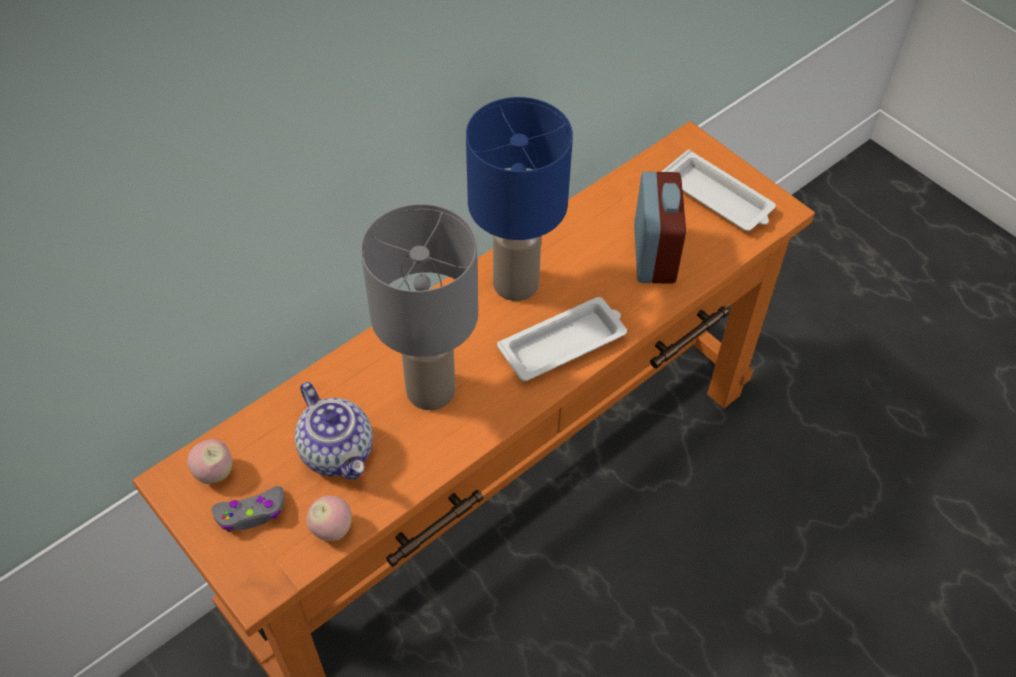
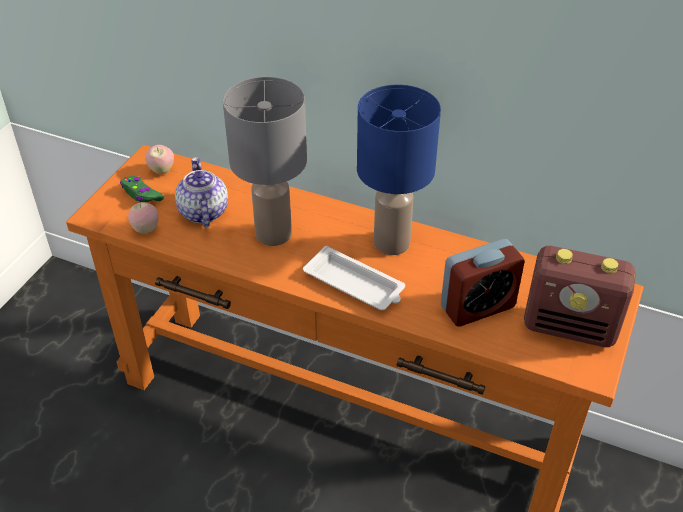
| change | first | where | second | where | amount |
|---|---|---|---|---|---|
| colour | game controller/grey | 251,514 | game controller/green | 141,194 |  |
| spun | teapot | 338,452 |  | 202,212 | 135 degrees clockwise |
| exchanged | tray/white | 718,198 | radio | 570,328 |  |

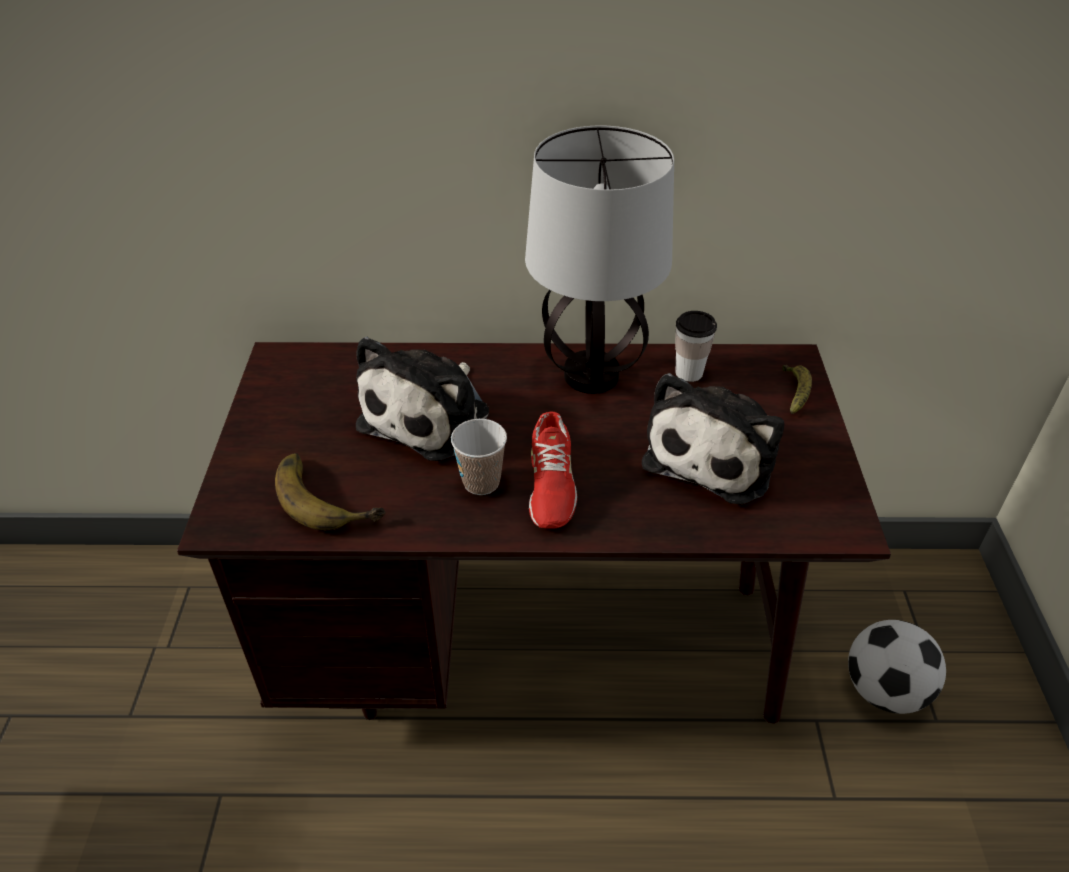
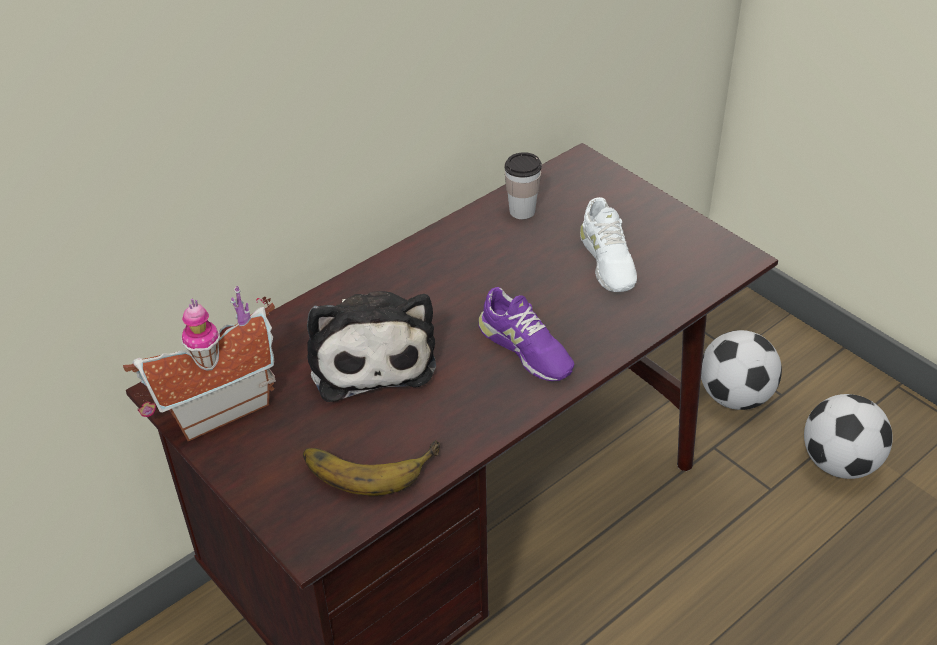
| change | first | where | second | where | amount |
|---|---|---|---|---|---|
| appeared |  |  | toy house | 215,406 |  |
| colour | shoe/red | 550,484 | shoe/purple | 525,349 |  |
| exchanged | plush toy | 714,454 | shoe/white | 607,260 |  |
| appeared |  |  | football | 839,463 |  |
| missing | cup | 481,482 |  |  |  |
| missing | table lamp | 593,376 |  |  |  |
| missing | banana | 795,393 |  |  |  |

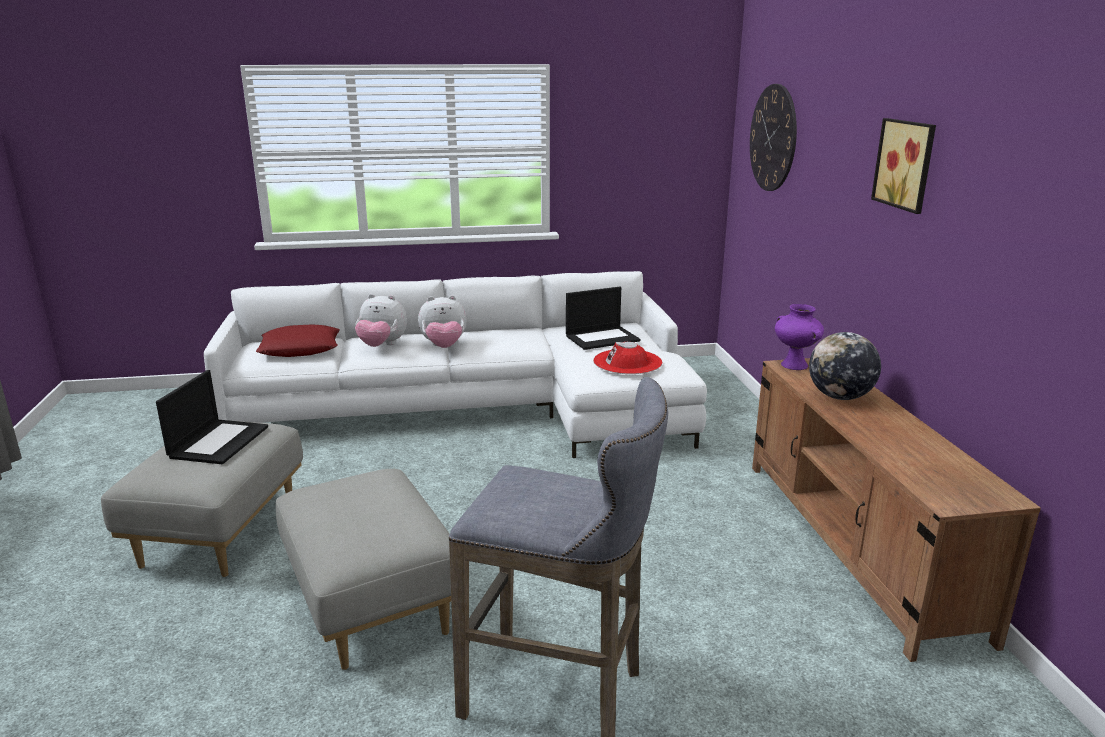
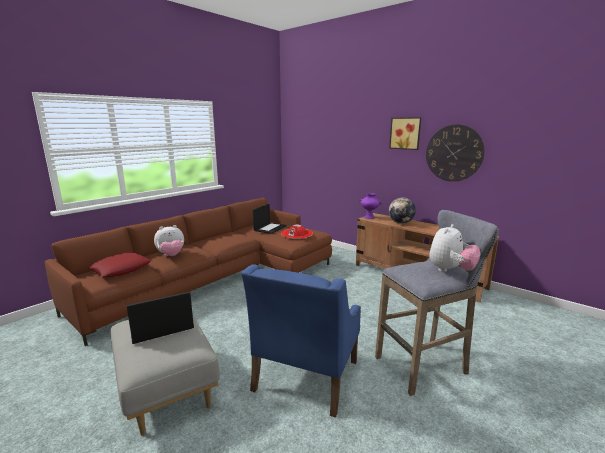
| change | first | where | second | where | amount |
|---|---|---|---|---|---|
| colour | sofa/white | 478,409 | sofa/brown | 218,278 |  |
| spun | laptop | 219,441 |  | 161,327 | 90 degrees counterclockwise |
| exchanged | ottoman/grey | 370,603 | armchair/blue | 305,376 |  |
| relocated | wall clock | 773,138 |  | 454,153 |  |
| relocated | plush toy | 444,347 |  | 450,270 |  |

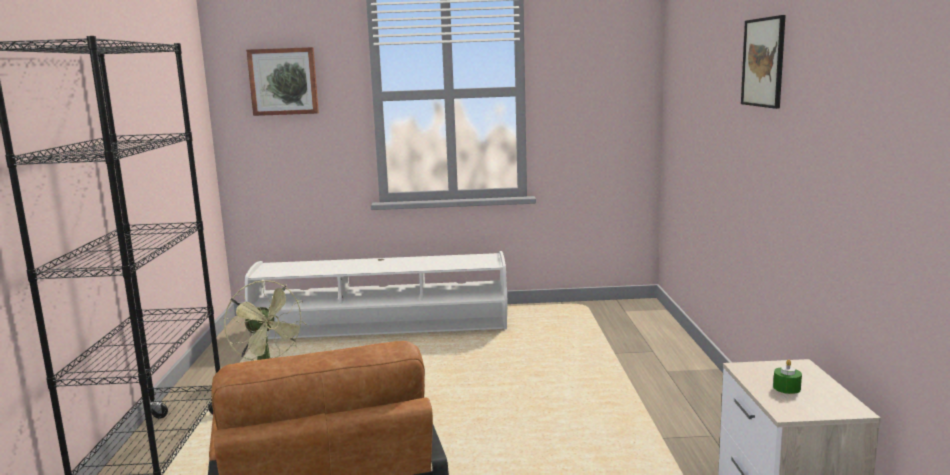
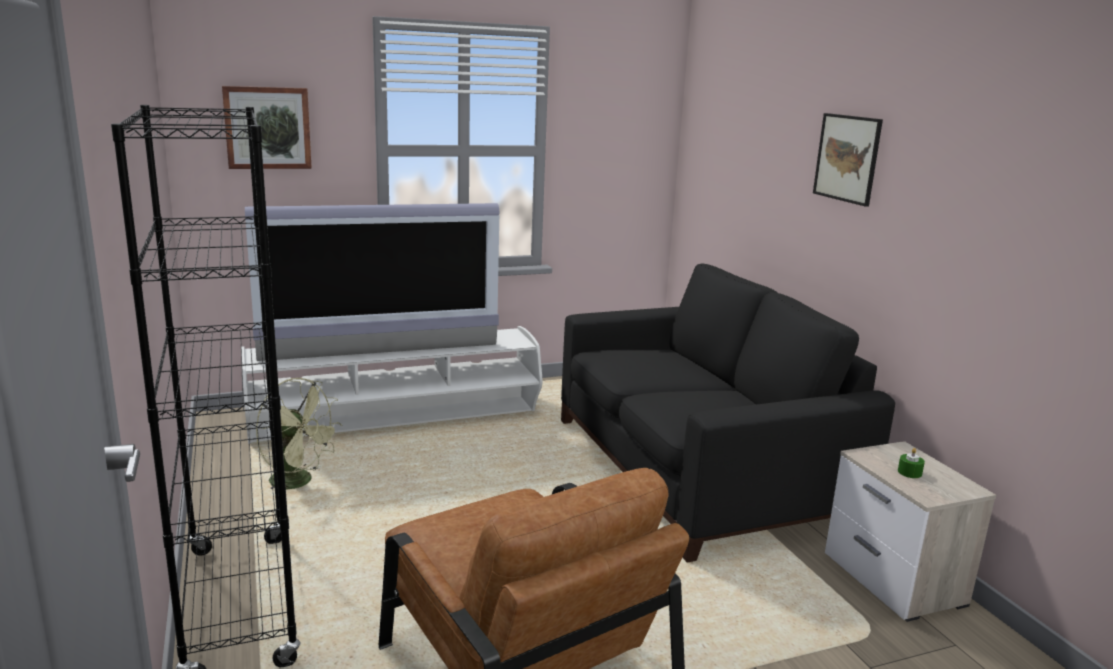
| change | first | where | second | where | amount |
|---|---|---|---|---|---|
| appeared |  |  | television | 381,353 |  |
| appeared |  |  | sofa/black | 695,469 |  |

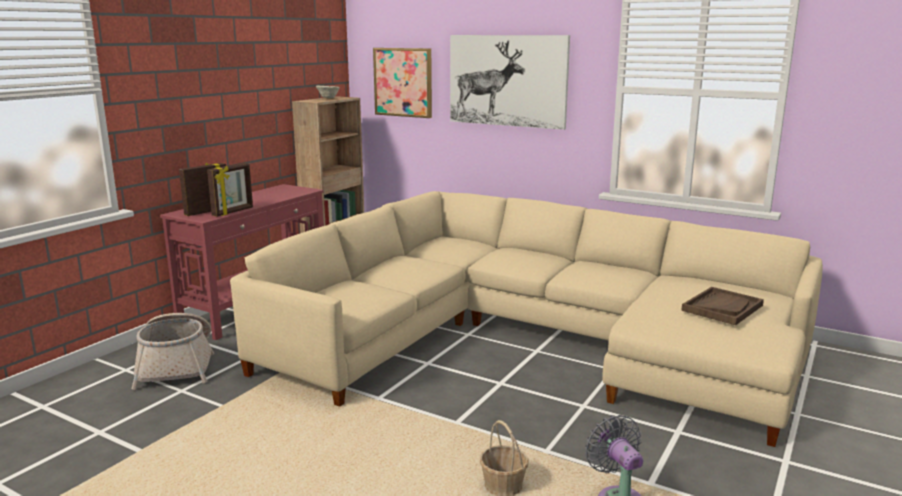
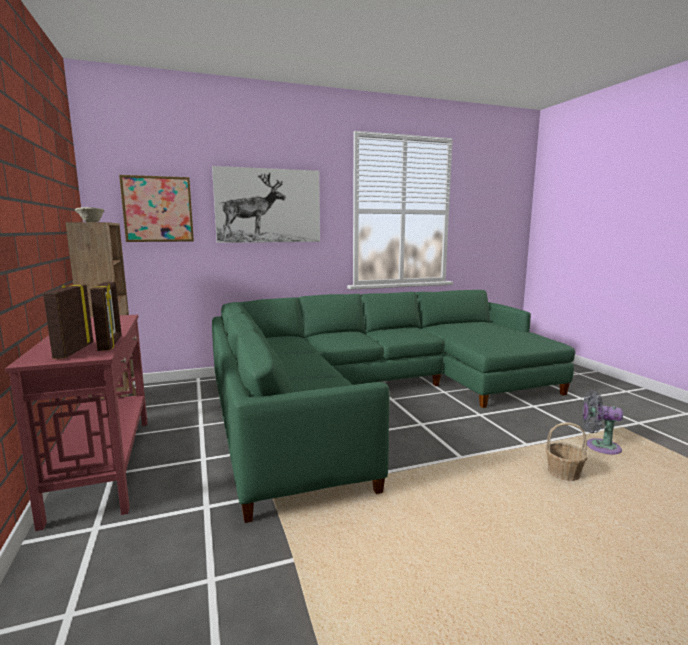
| change | first | where | second | where | amount |
|---|---|---|---|---|---|
| colour | sofa/beige | 530,341 | sofa/green | 375,395 |  |
| missing | basket | 177,365 |  |  |  |
| missing | tray/brown | 722,308 |  |  |  |

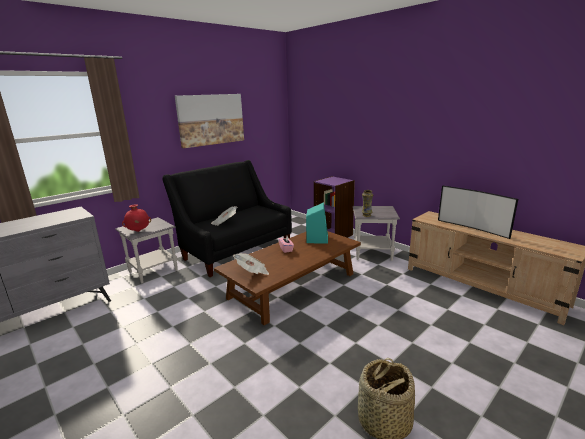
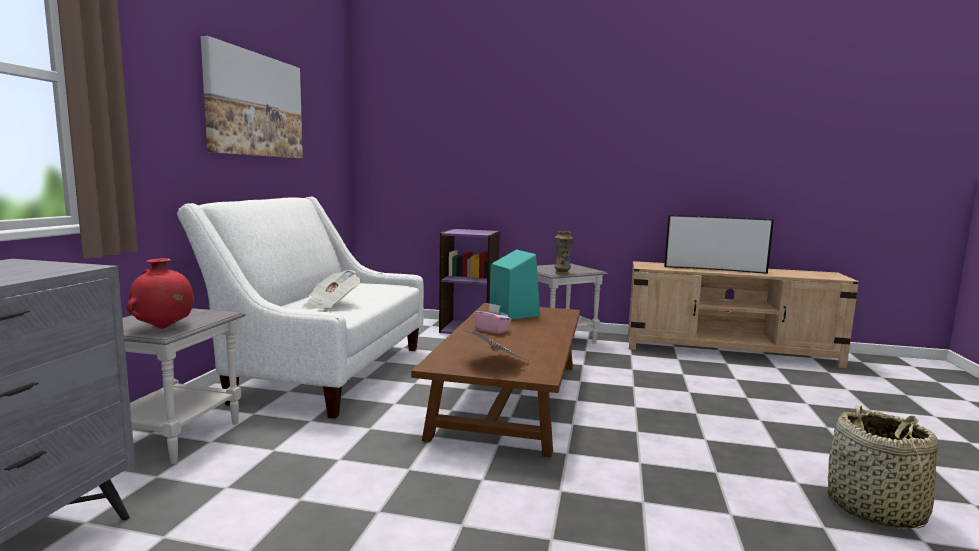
| change | first | where | second | where | amount |
|---|---|---|---|---|---|
| colour | sofa/black | 234,250 | sofa/white | 323,372 |  |

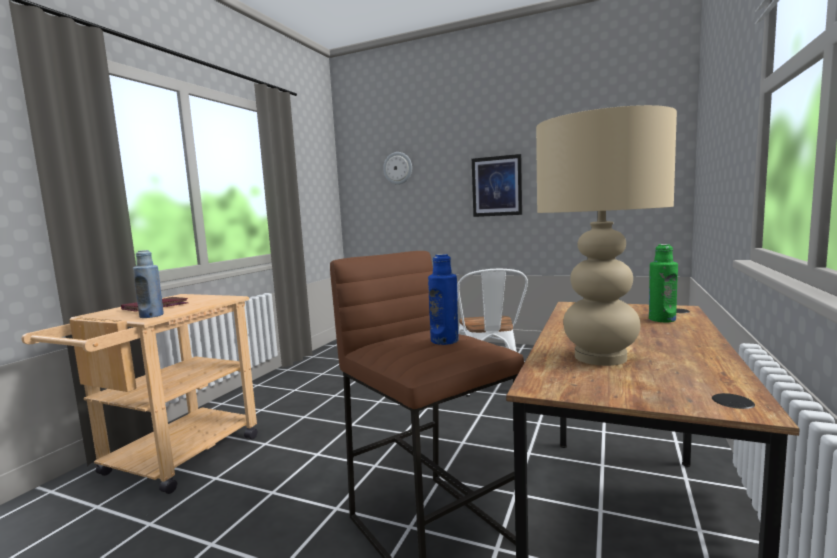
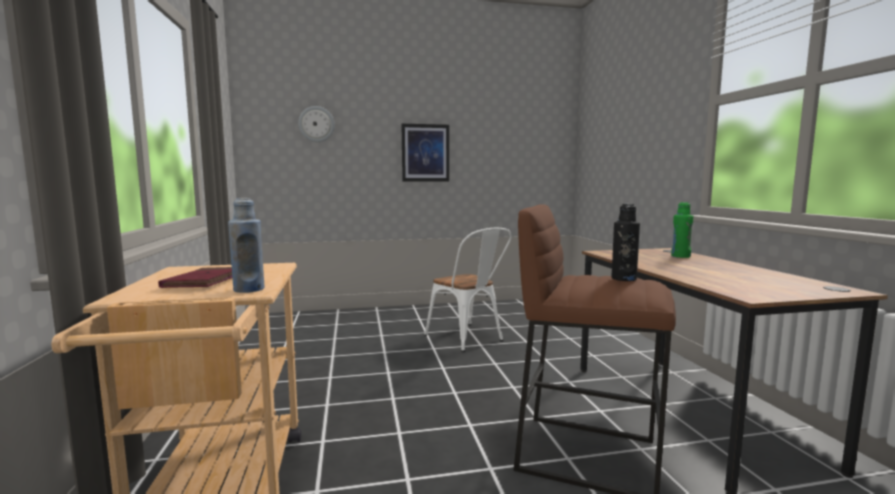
| change | first | where | second | where | amount |
|---|---|---|---|---|---|
| colour | bottle/blue | 444,341 | bottle/black | 623,278 |  |
| missing | table lamp/beige | 600,358 |  |  |  |

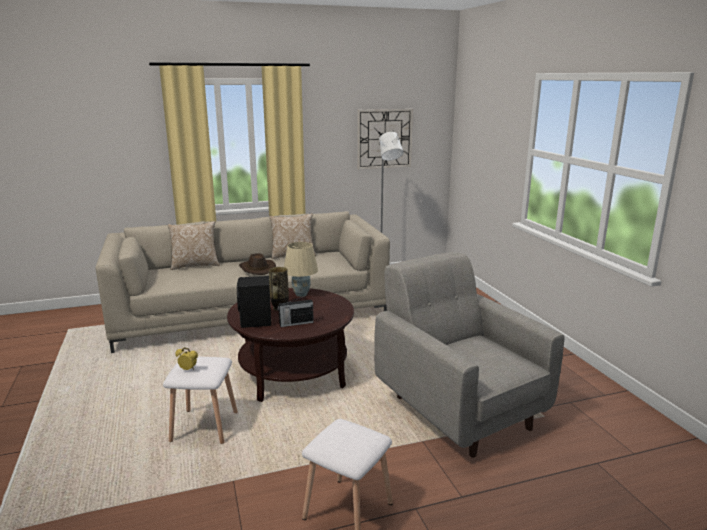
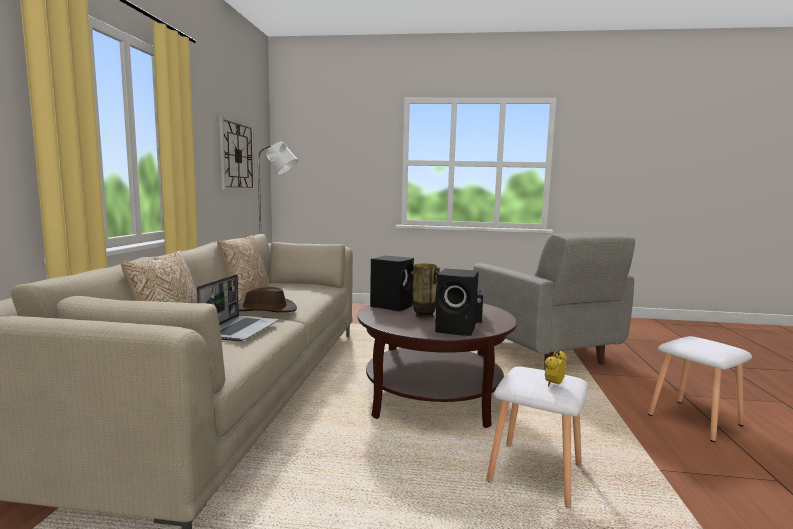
| change | first | where | second | where | amount |
|---|---|---|---|---|---|
| appeared |  |  | laptop | 240,329 |  |
| exchanged | table lamp/beige | 301,294 | speaker/black | 392,306 |  |
| spun | armchair/grey | 458,410 |  | 544,352 | 105 degrees counterclockwise |

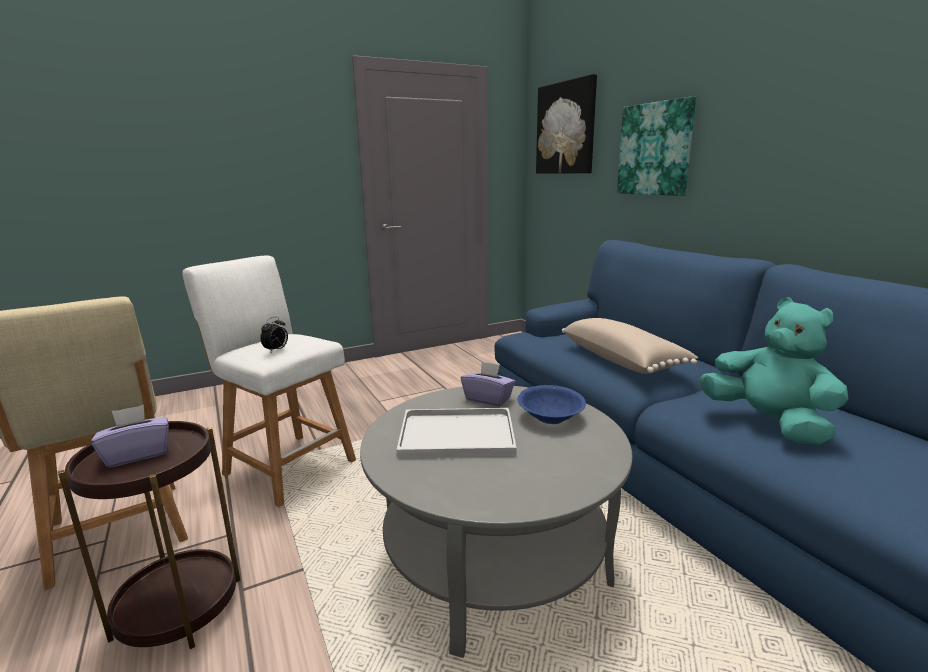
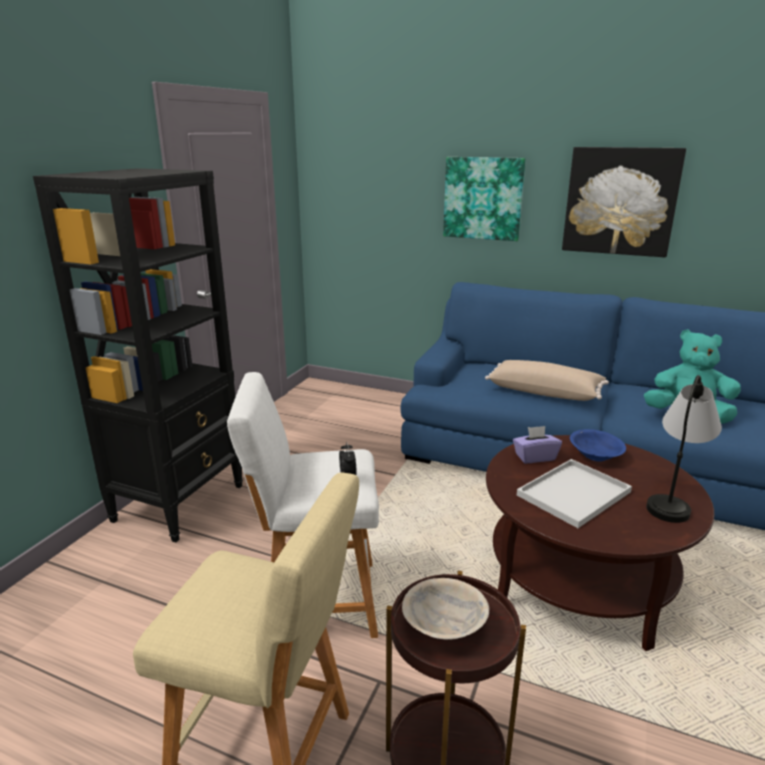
| change | first | where | second | where | amount |
|---|---|---|---|---|---|
| appeared |  |  | bookcase/black | 180,502 |  |
| exchanged | tissue box/purple | 137,454 | bowl/beige | 444,626 |  |
| colour | coffee table/grey | 494,558 | coffee table/brown | 579,580 |  |
| relocated | picture | 566,128 |  | 620,201 |  |
| appeared |  |  | table lamp | 674,498 |  |

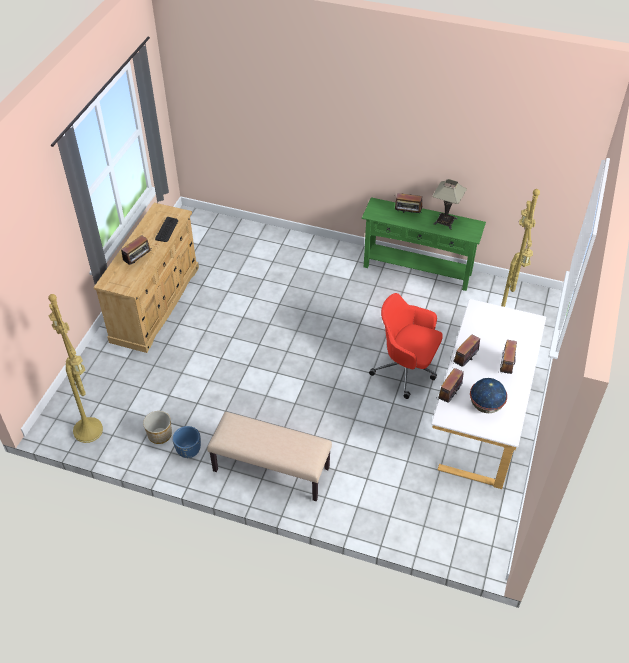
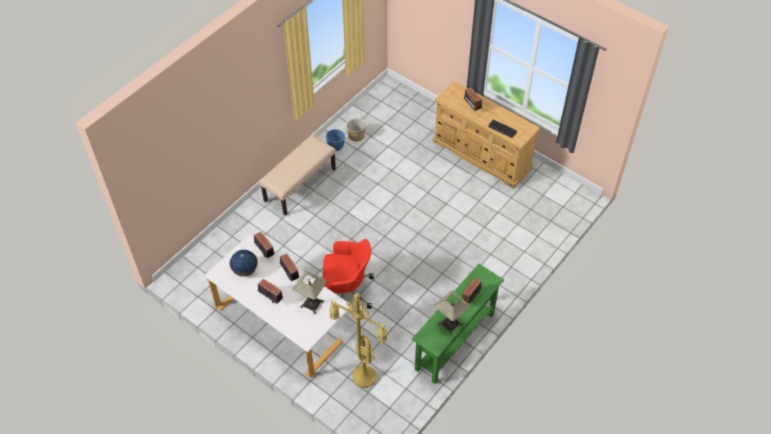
| change | first | where | second | where | amount |
|---|---|---|---|---|---|
| appeared |  |  | table lamp | 311,304 |  |
| spun | office chair/red | 406,369 |  | 347,290 | 45 degrees clockwise |
| missing | floor lamp/yellow | 90,431 |  |  |  |

